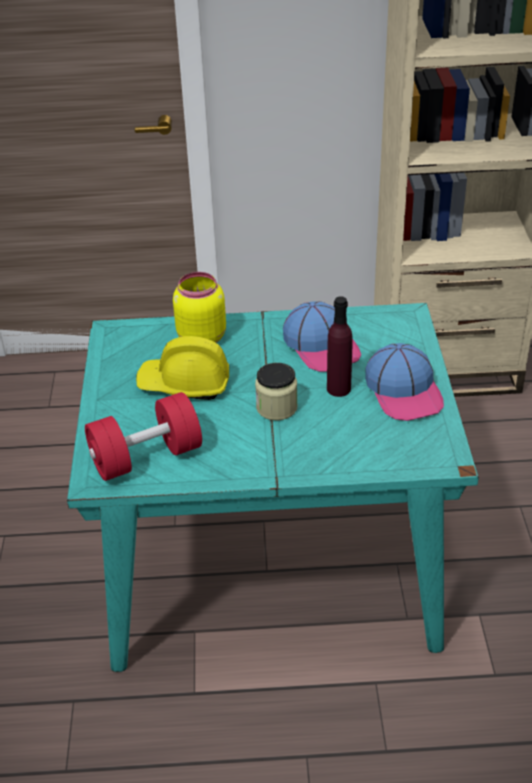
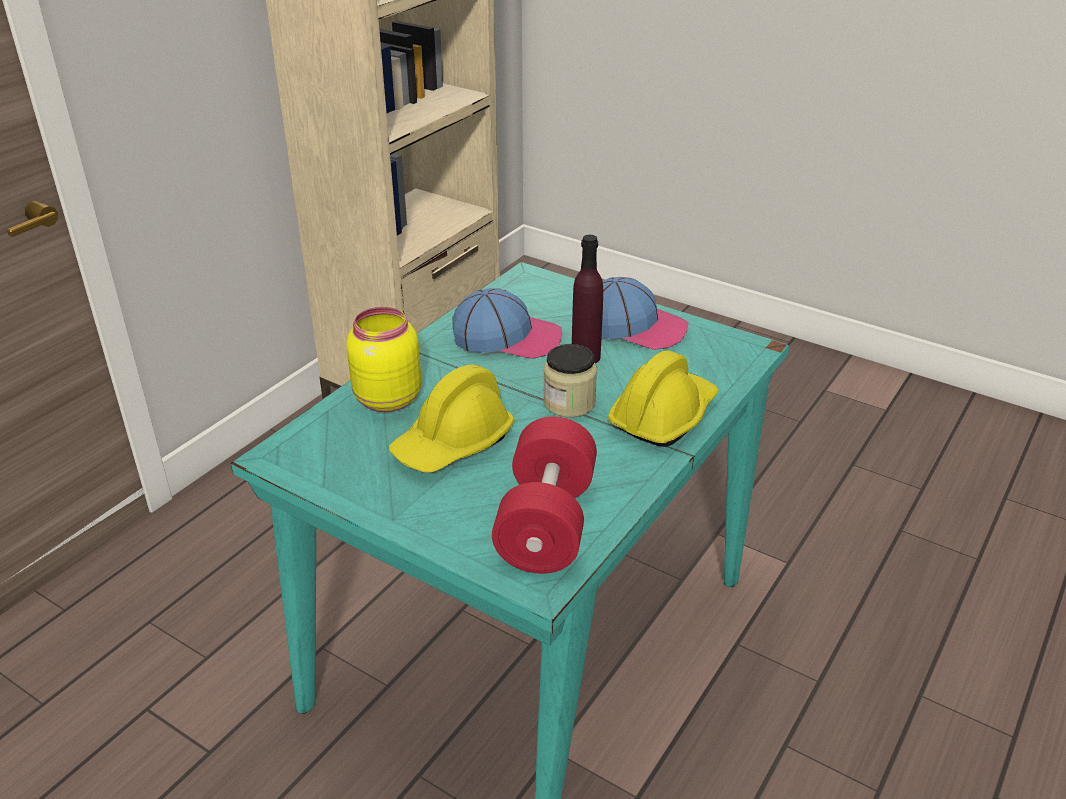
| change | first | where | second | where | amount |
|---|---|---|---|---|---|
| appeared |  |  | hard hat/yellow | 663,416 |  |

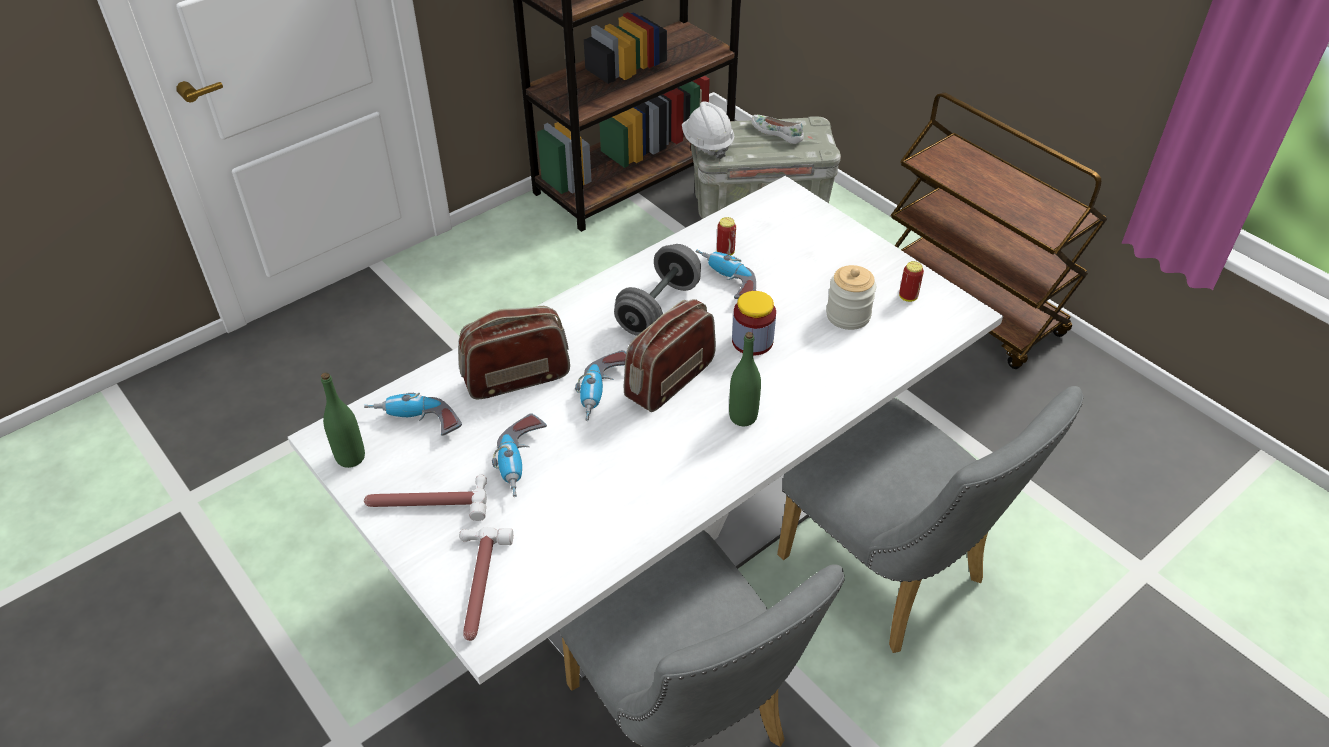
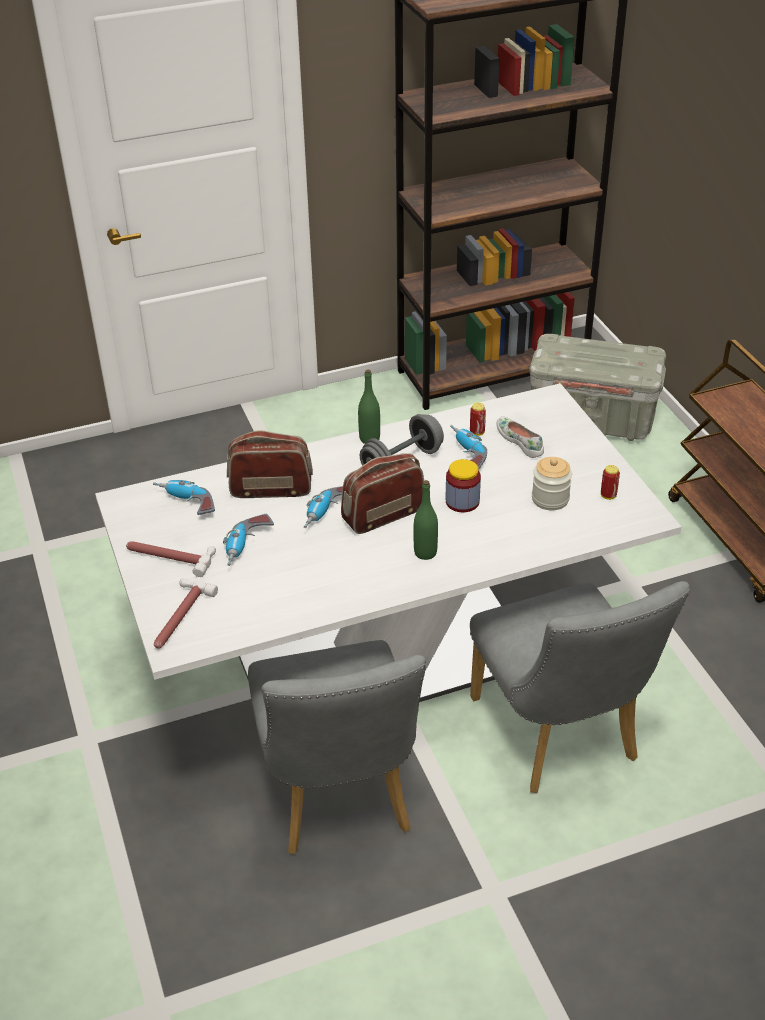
| change | first | where | second | where | amount |
|---|---|---|---|---|---|
| relocated | bottle/green | 350,457 |  | 369,439 |  |
| relocated | shoe/white | 777,132 |  | 520,441 |  |
| missing | hard hat/white | 707,144 |  |  |  |

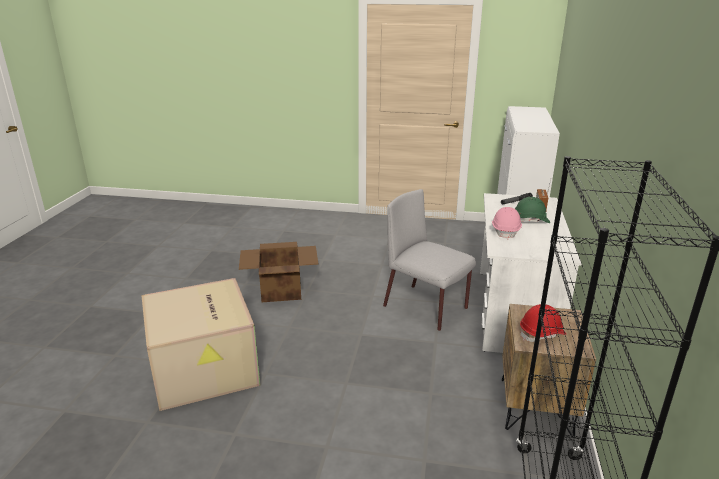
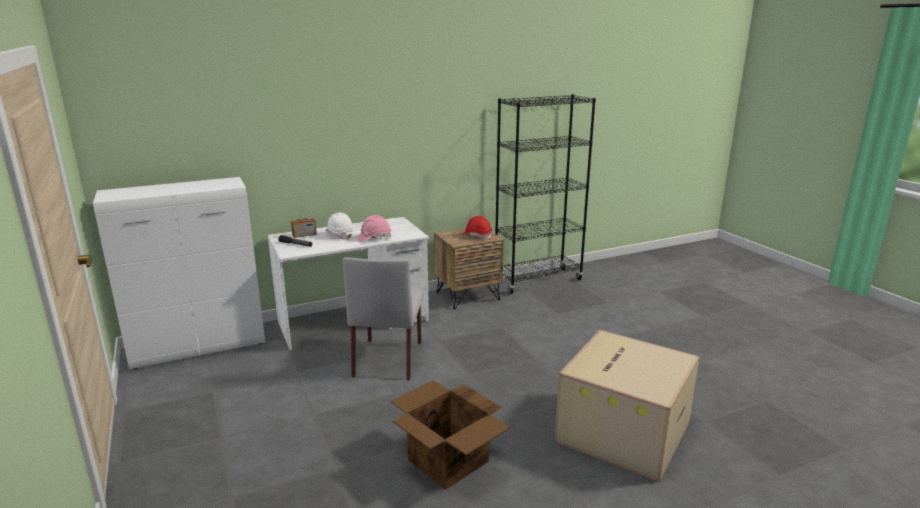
| change | first | where | second | where | amount |
|---|---|---|---|---|---|
| colour | hard hat/green | 531,220 | hard hat/white | 340,234 |  |

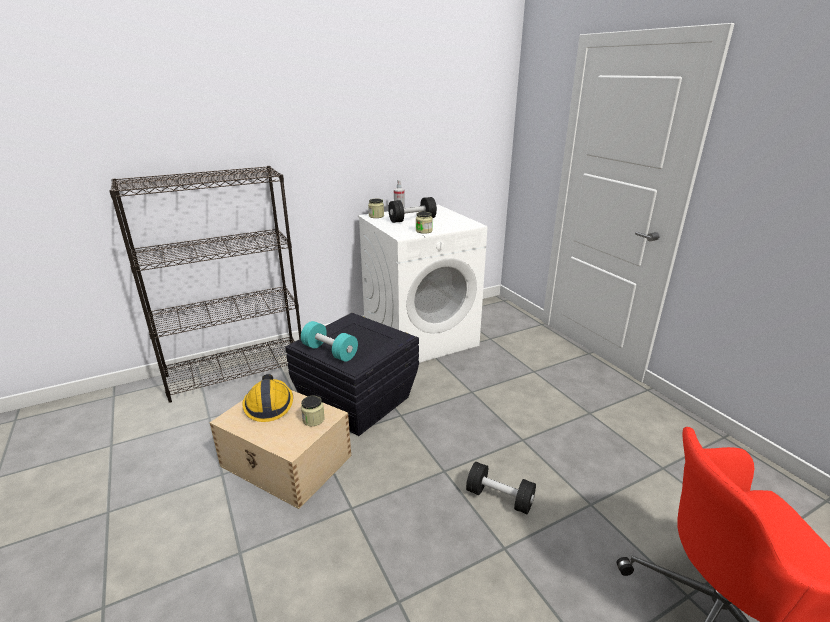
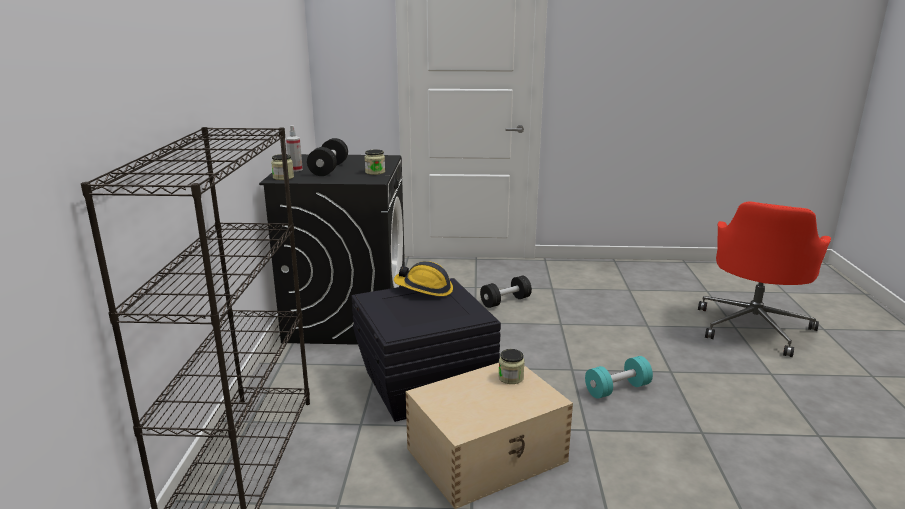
| change | first | where | second | where | amount |
|---|---|---|---|---|---|
| colour | washing machine/white | 420,337 | washing machine/black | 347,316 |  |
| relocated | hard hat | 269,404 |  | 424,289 |  |
| relocated | dumbbell/black | 499,498 |  | 505,301 |  |
| relocated | dumbbell/turquoise | 330,352 |  | 617,389 |  |

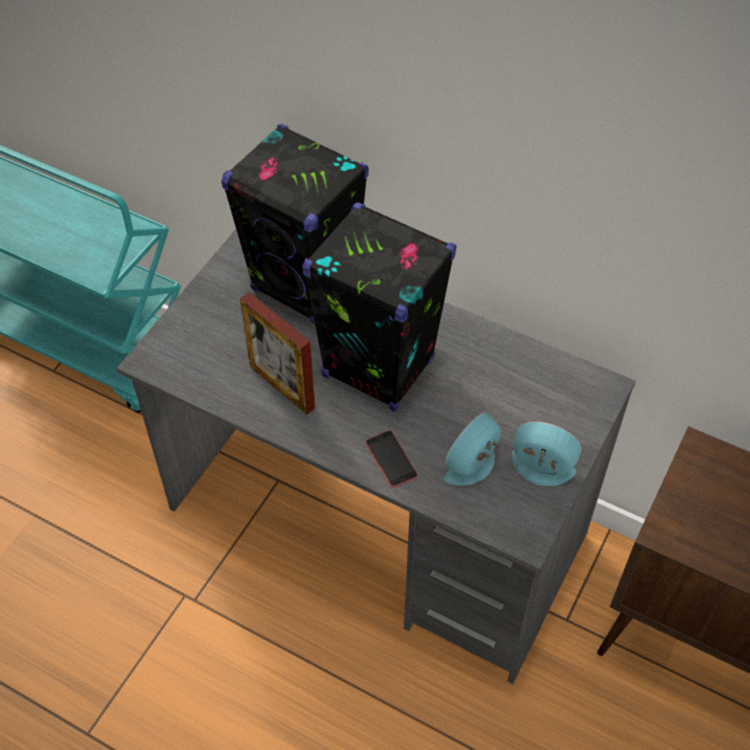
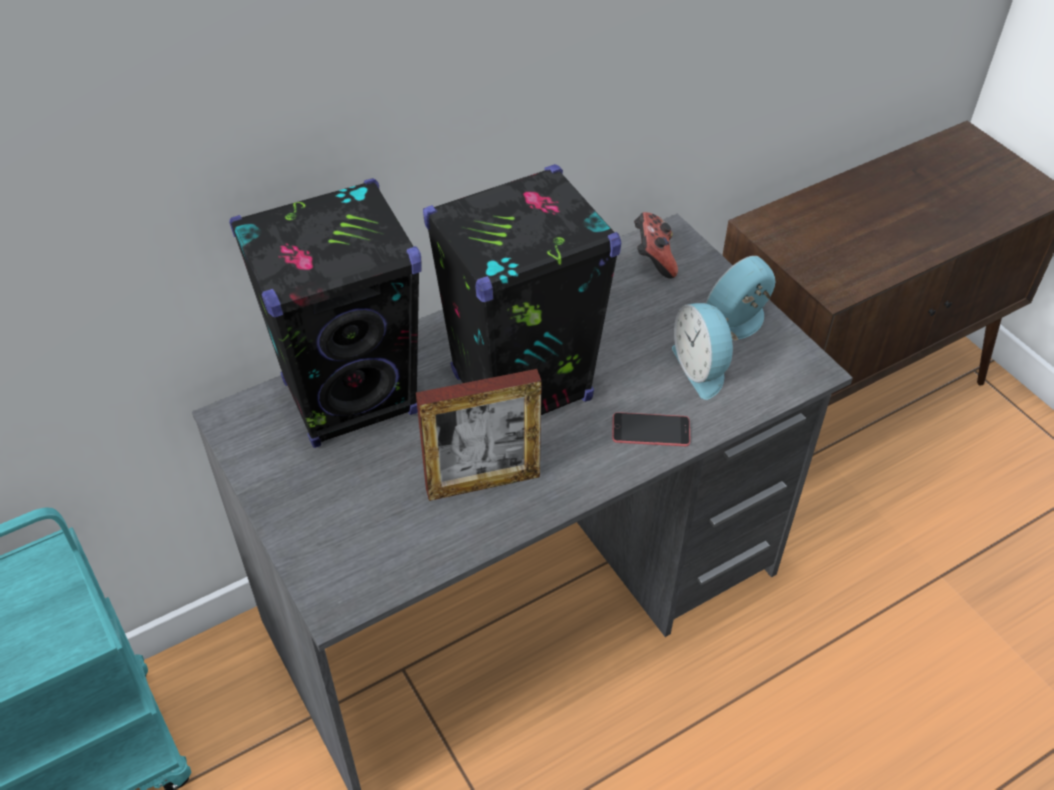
| change | first | where | second | where | amount |
|---|---|---|---|---|---|
| appeared |  |  | game controller | 653,258 |  |

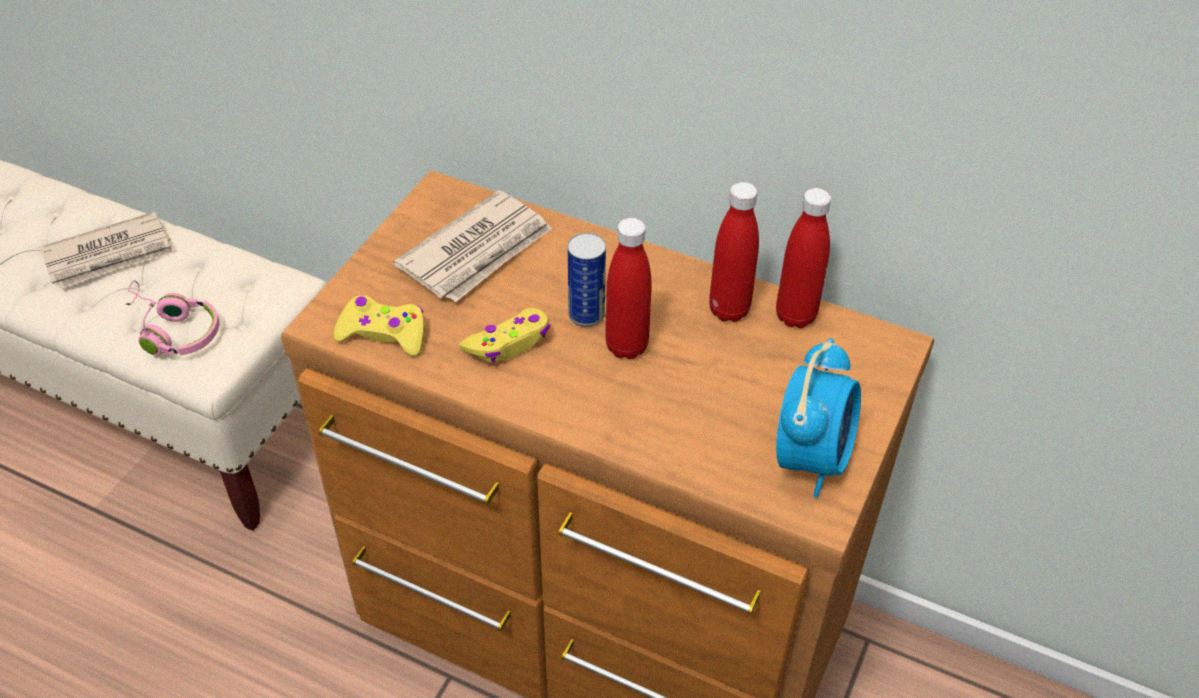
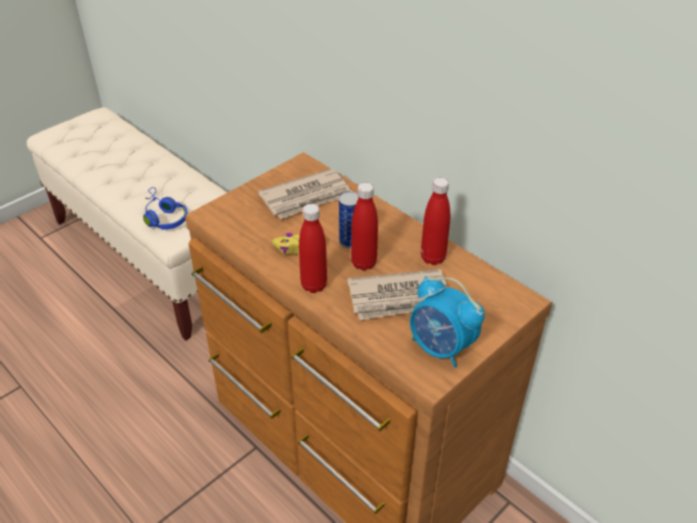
| change | first | where | second | where | amount |
|---|---|---|---|---|---|
| colour | headphones/pink | 172,330 | headphones/blue | 164,217 |  |
| relocated | bottle/red | 795,316 |  | 314,285 |  |
| relocated | newspaper | 111,255 |  | 401,298 |  |
| spun | alarm clock | 811,458 |  | 441,348 | 90 degrees clockwise |
| missing | game controller/yellow | 383,334 |  |  |  |

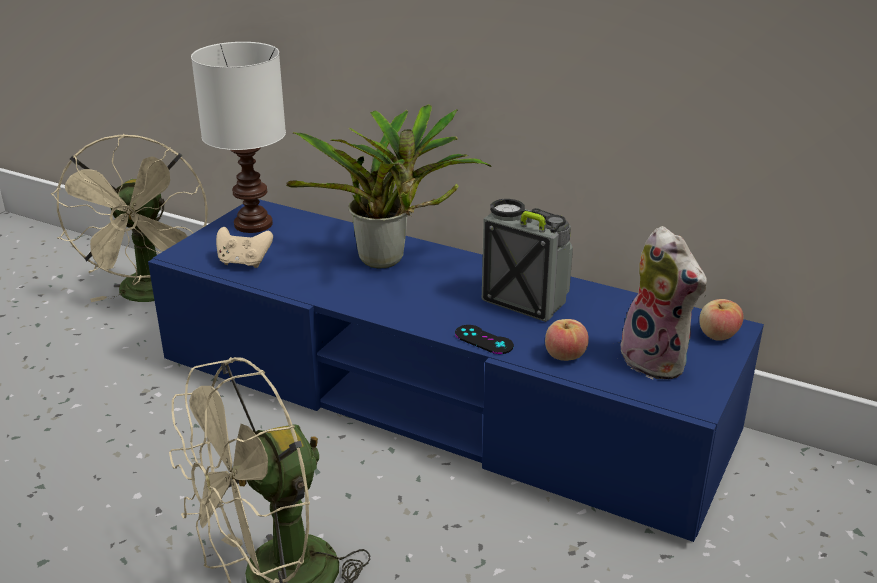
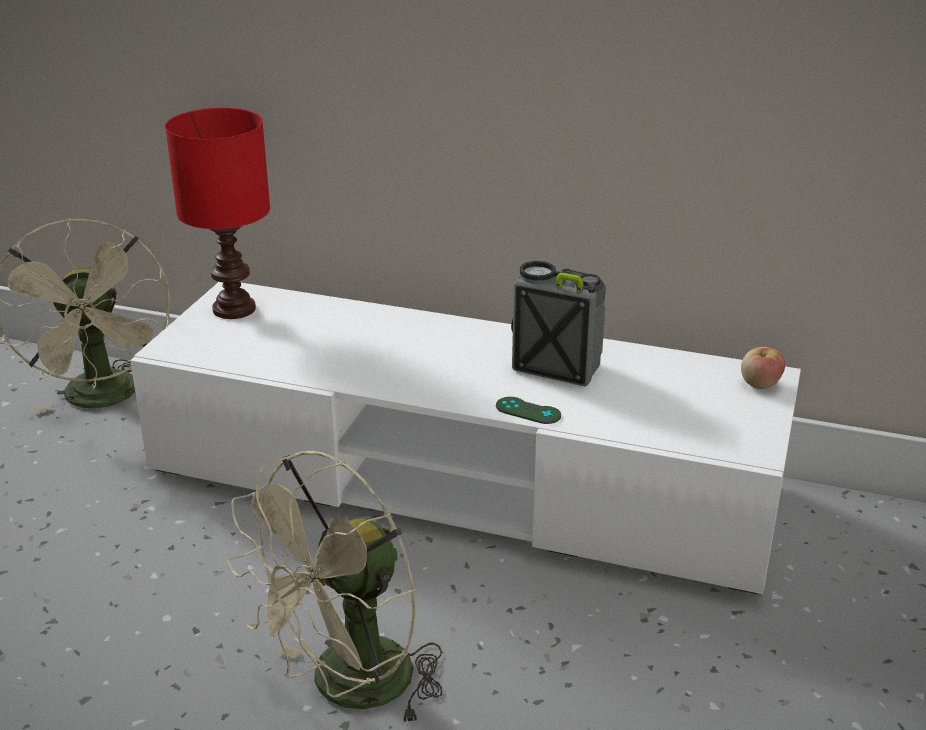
| change | first | where | second | where | amount |
|---|---|---|---|---|---|
| colour | tv stand/blue | 438,398 | tv stand/white | 463,480 |  |
| colour | table lamp/white | 251,224 | table lamp/red | 232,309 |  |
| colour | game controller/black | 483,340 | game controller/green | 528,411 |  |
| missing | game controller/beige | 244,262 |  |  |  |
| missing | potted plant | 388,261 |  |  |  |
| missing | apple | 564,356 |  |  |  |
| missing | plush toy | 658,361 |  |  |  |

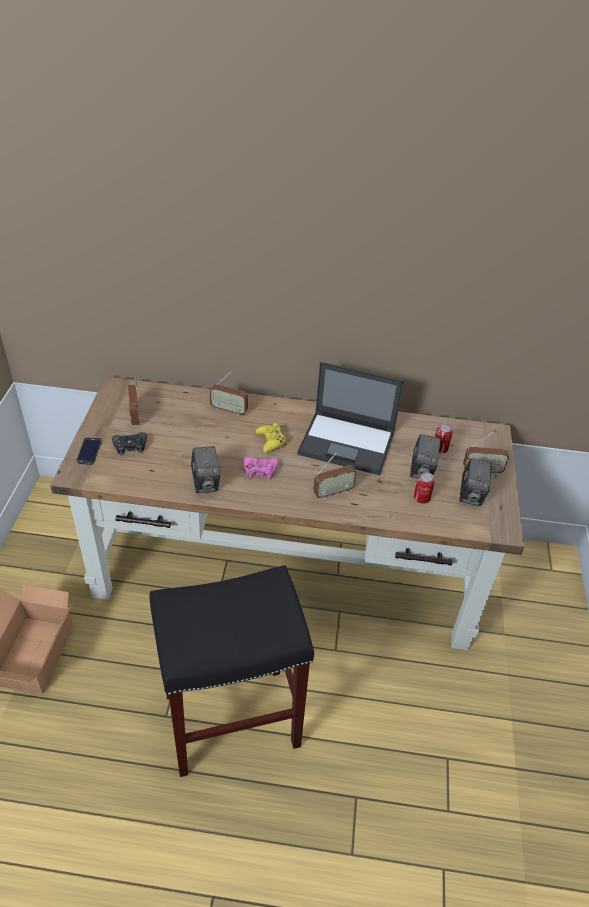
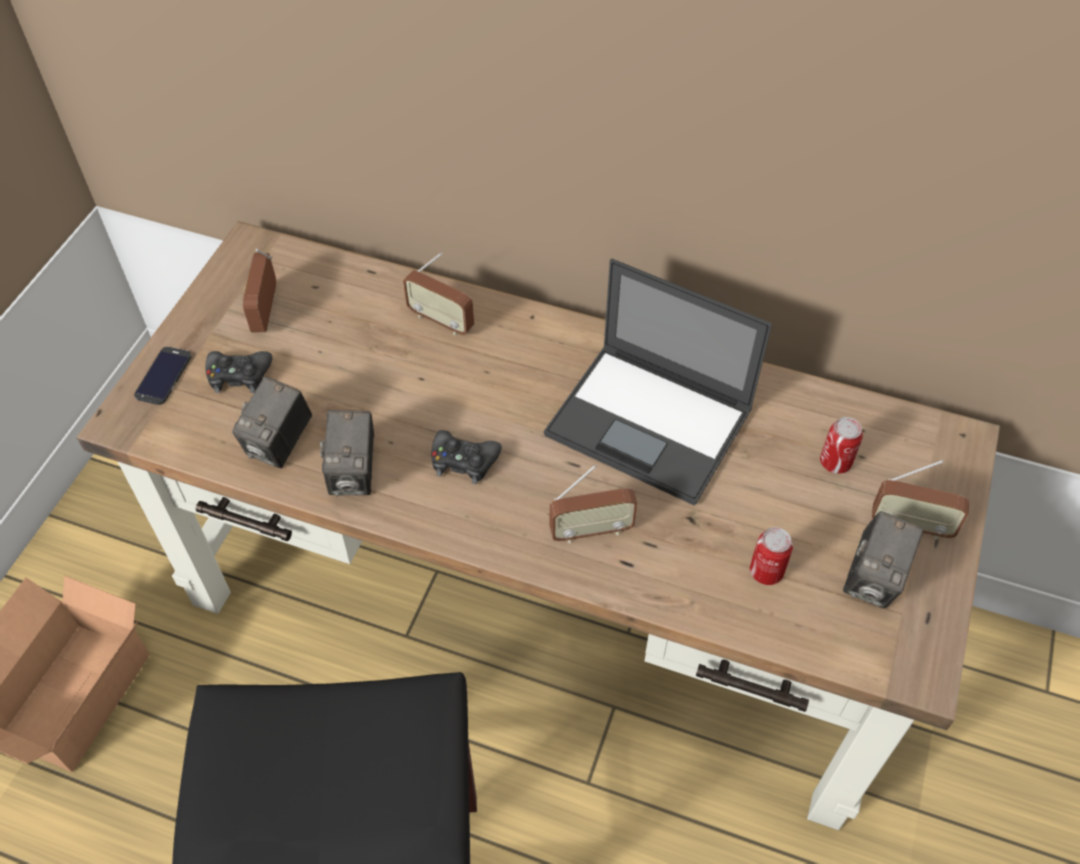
| change | first | where | second | where | amount |
|---|---|---|---|---|---|
| relocated | photo camera | 422,470 |  | 280,444 |  |
| colour | game controller/pink | 260,470 | game controller/black | 463,461 |  |
| missing | game controller/yellow | 271,441 |  |  |  |

